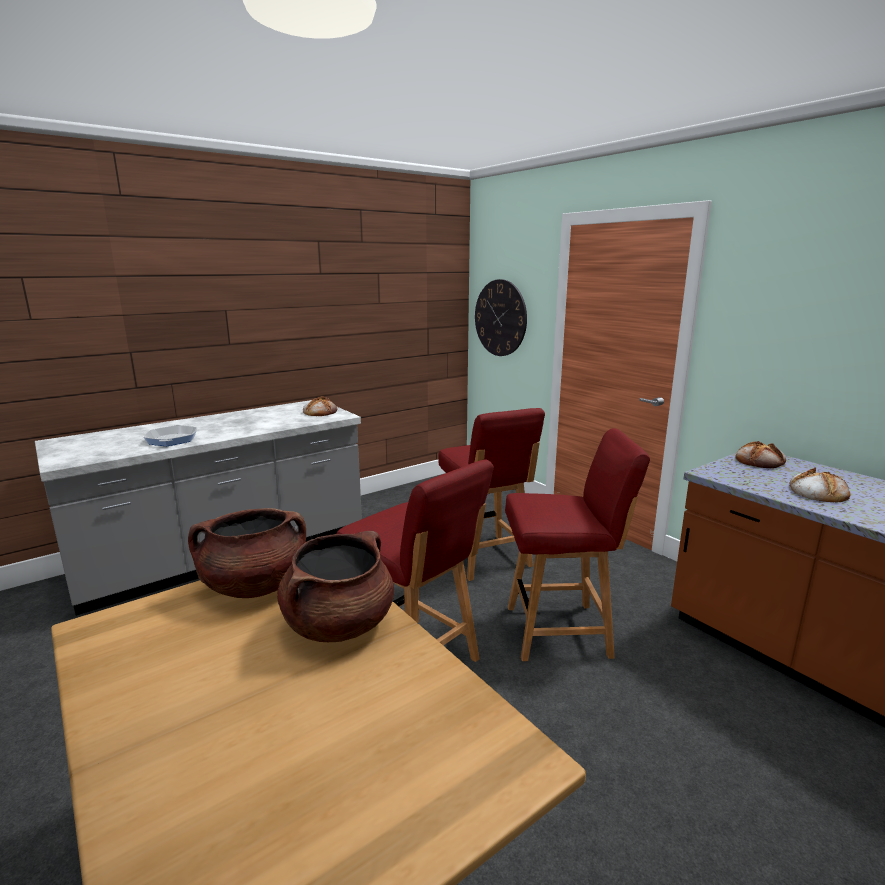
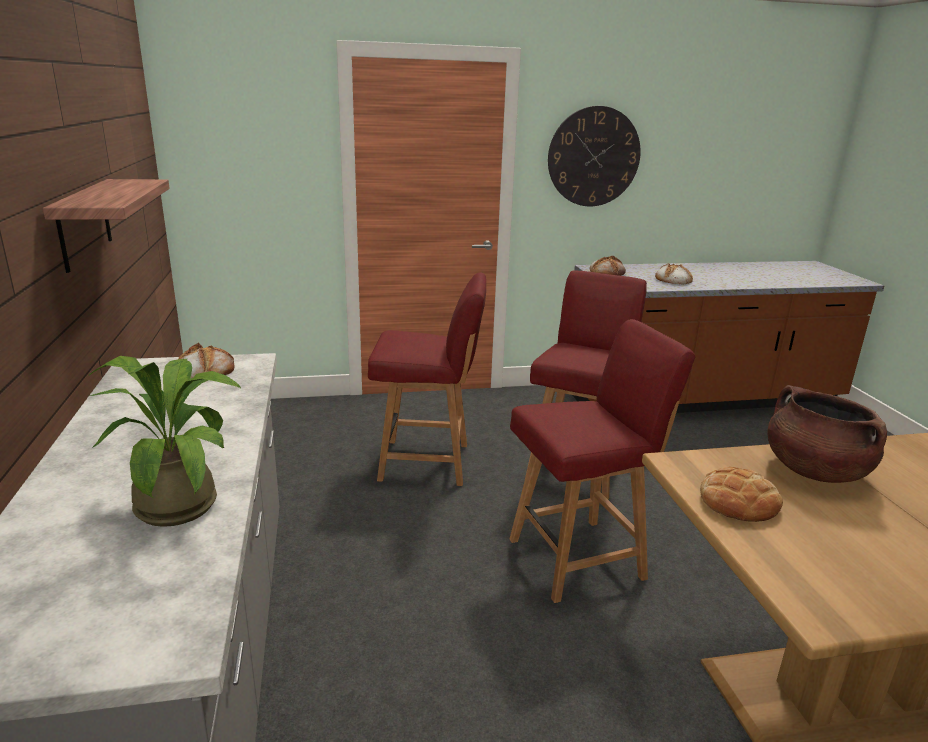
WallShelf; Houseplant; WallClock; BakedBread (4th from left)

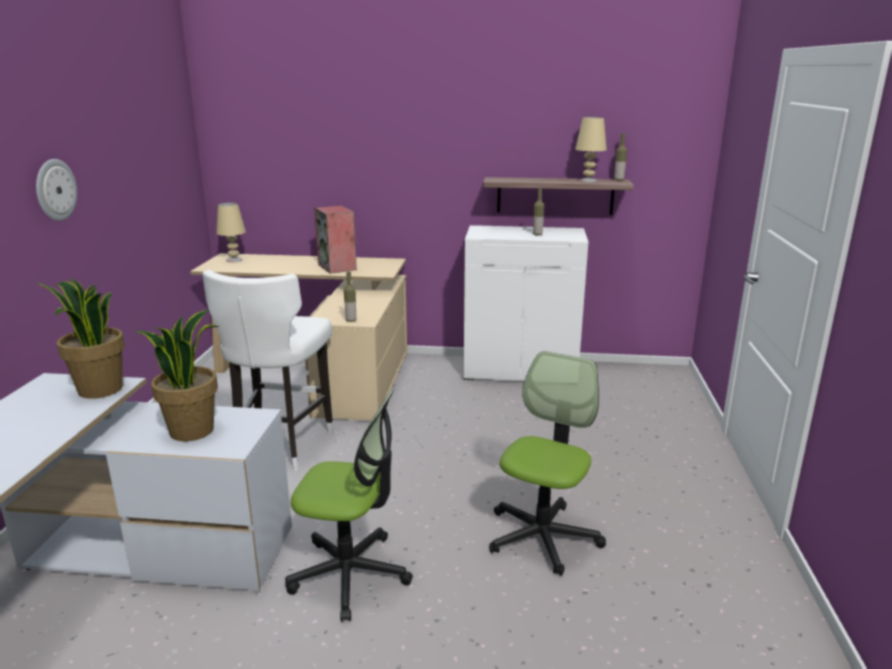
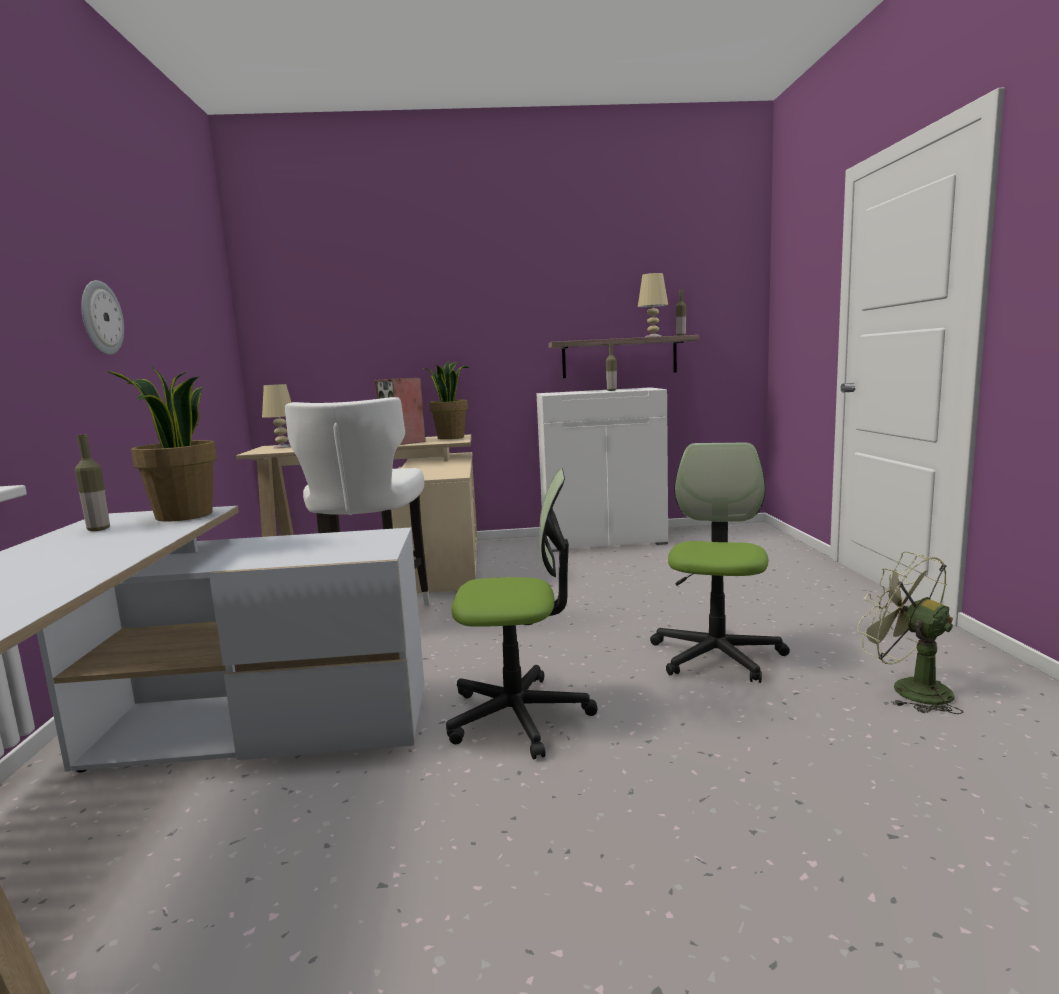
DrinkBottle (1st from left); Houseplant (2nd from left); GreenColouredFan

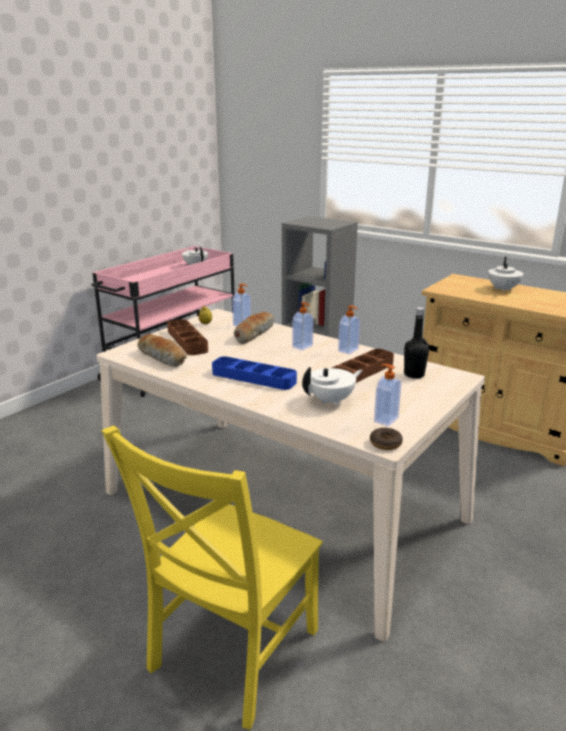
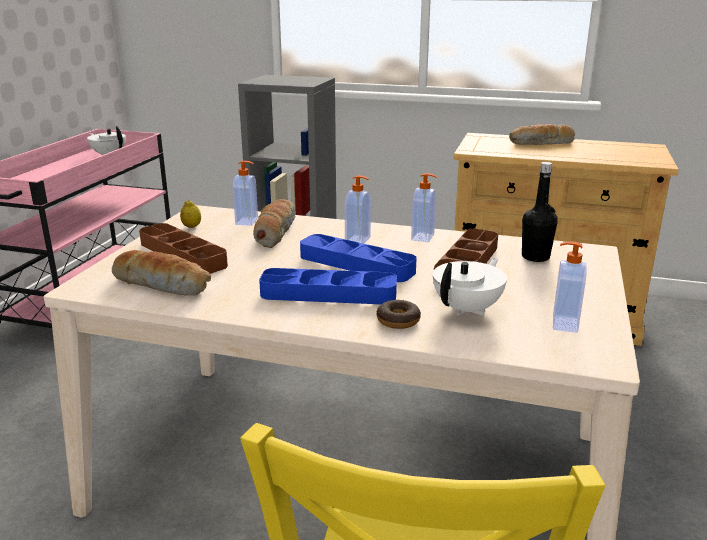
BluishTray (2nd from left); RingDoughnut; BakedBread (3rd from left)

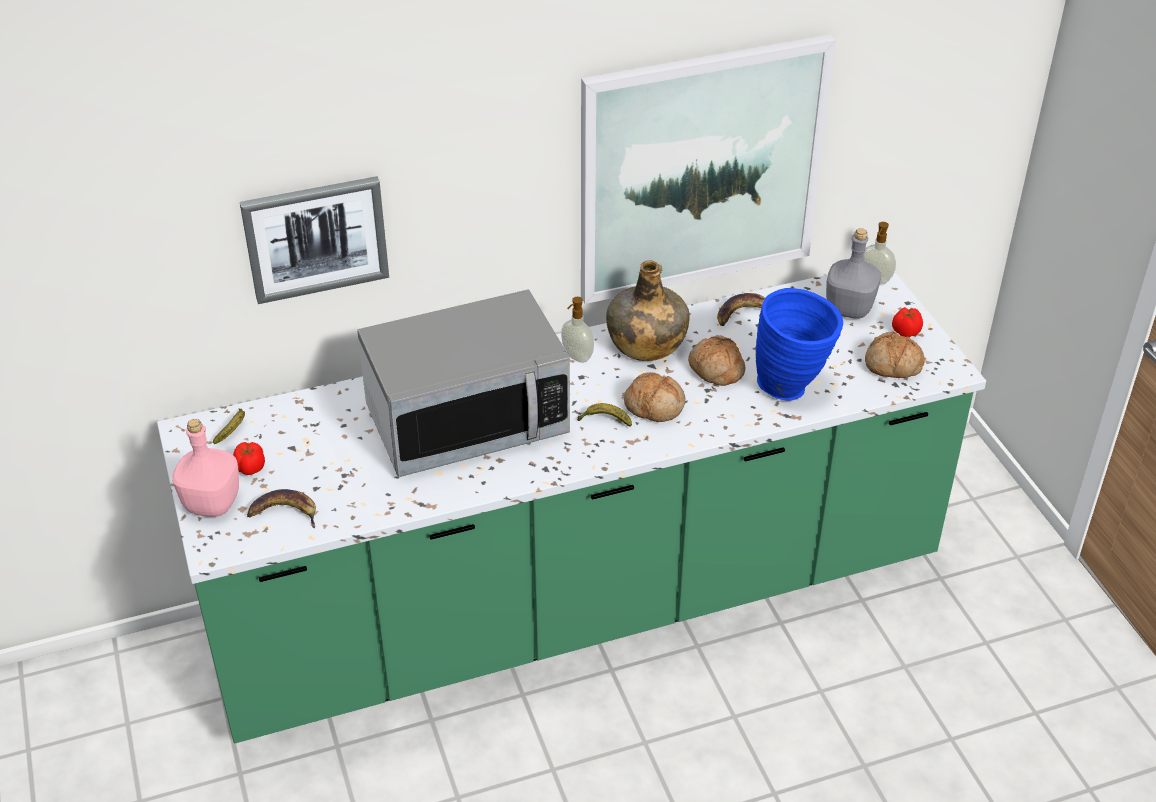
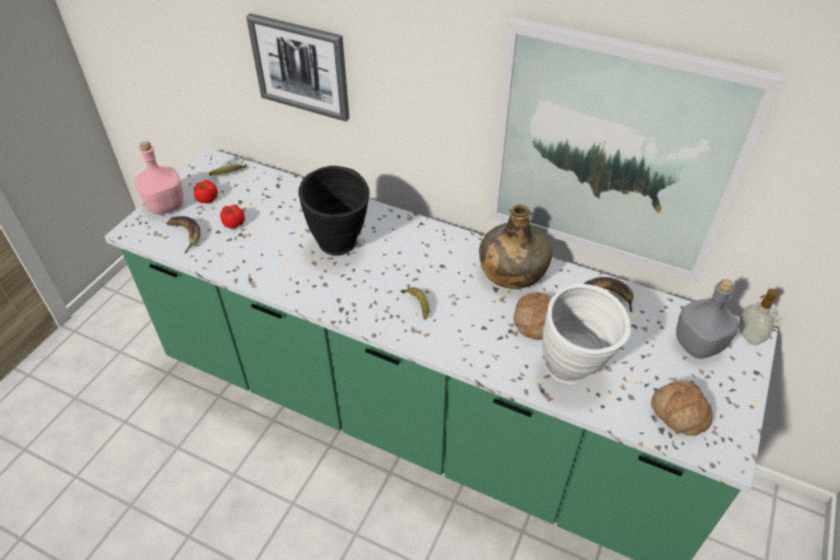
FreshTomato (2nd from left); BlackVase; WhitishVase; LiquidSoapBottle (1st from left in the first image); BakedBread (1st from left in the first image)

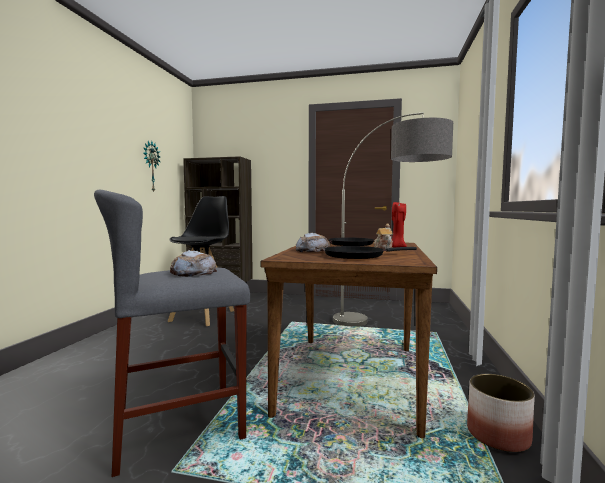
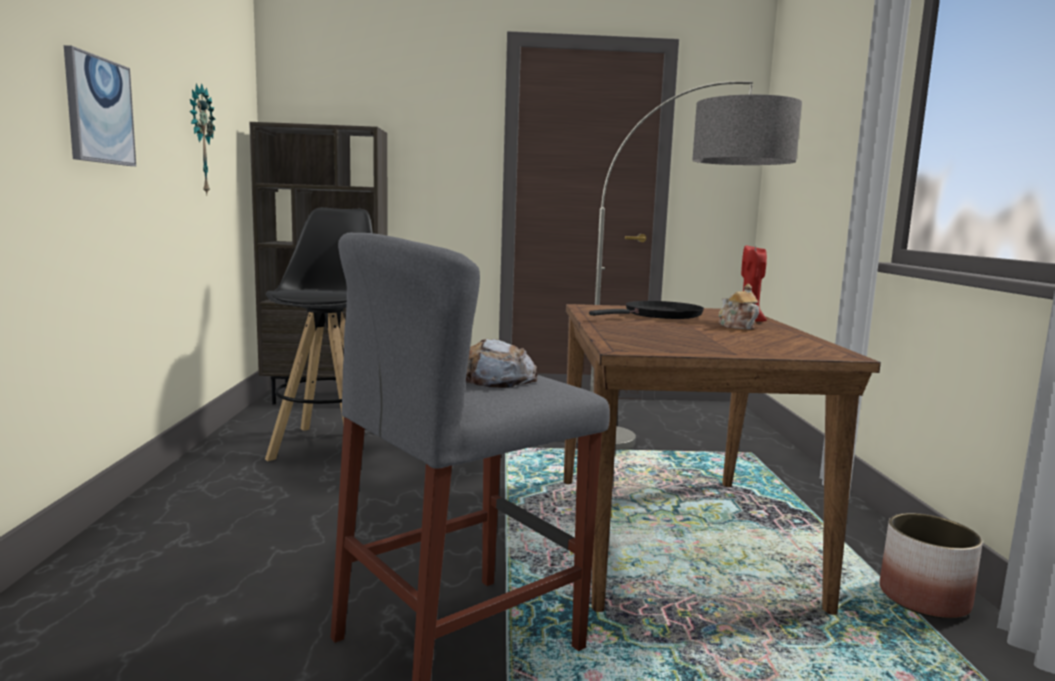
WallPicture; BakedBread (2nd from left in the first image); BlackPan (2nd from left in the first image)

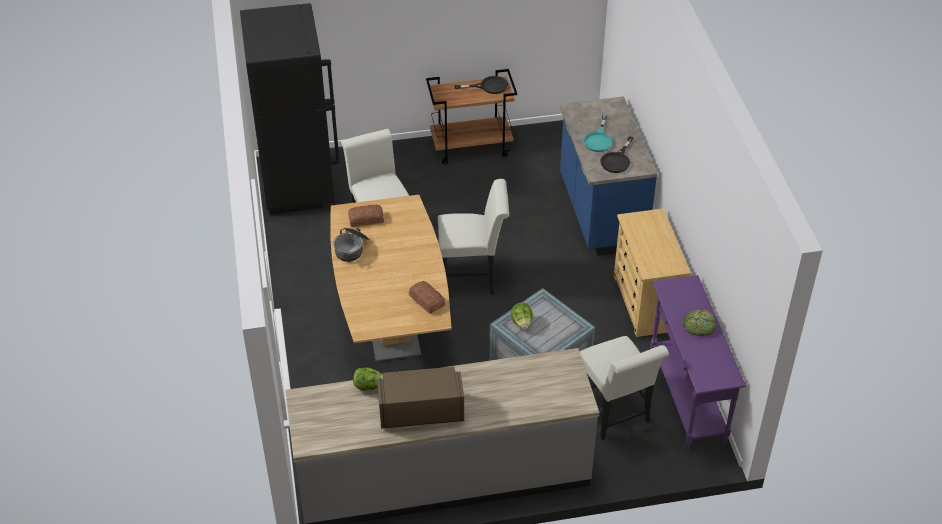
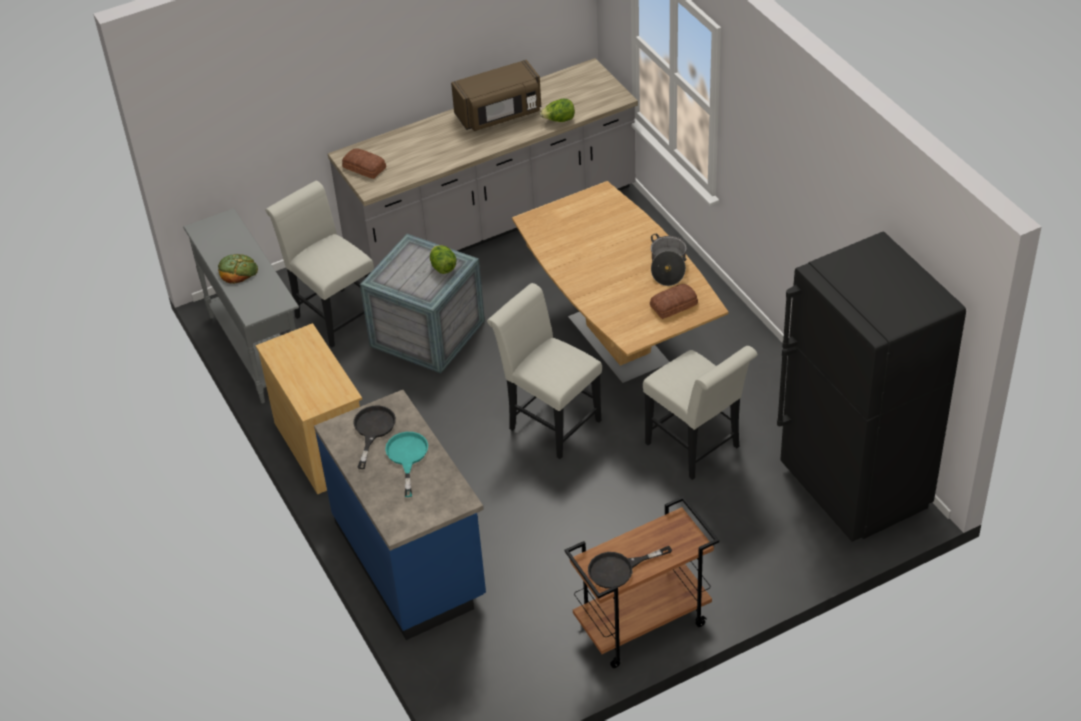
GrayNarrowTable; BakedBread (2nd from left); WhitishUprightChair (2nd from left)

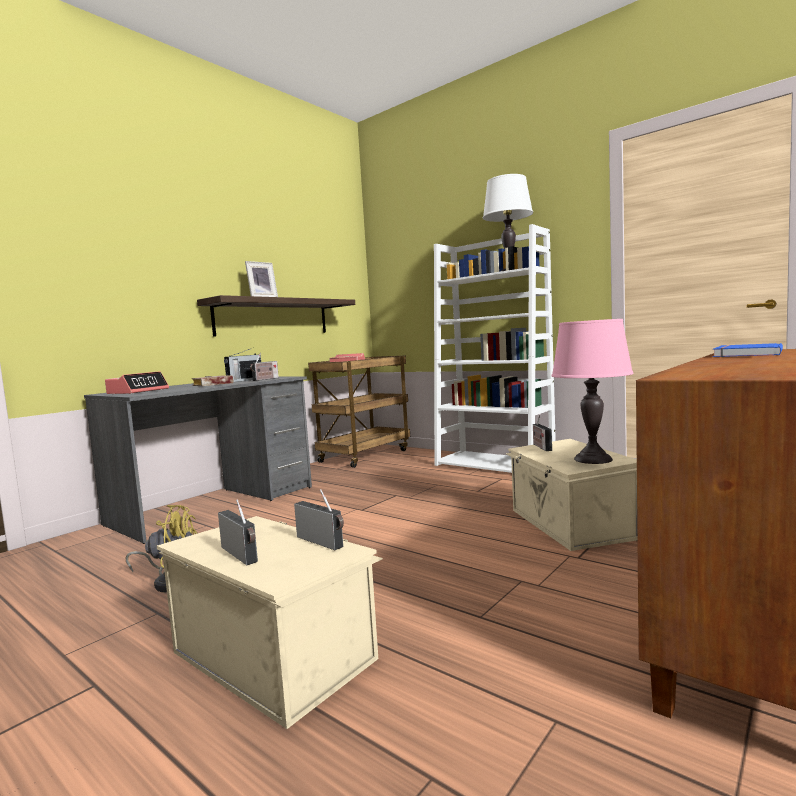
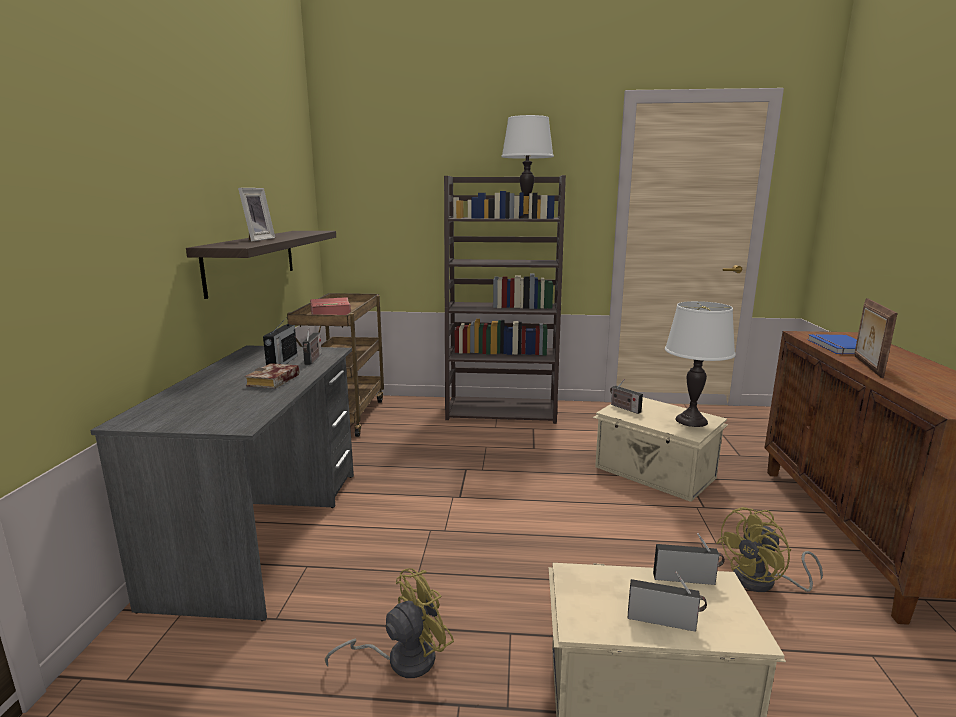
BrownishBookcase; WhitishLampForATable (2nd from left); YellowColouredFan (2nd from left); PhotoFrame (2nd from left); BedsideClock (1st from left in the first image)

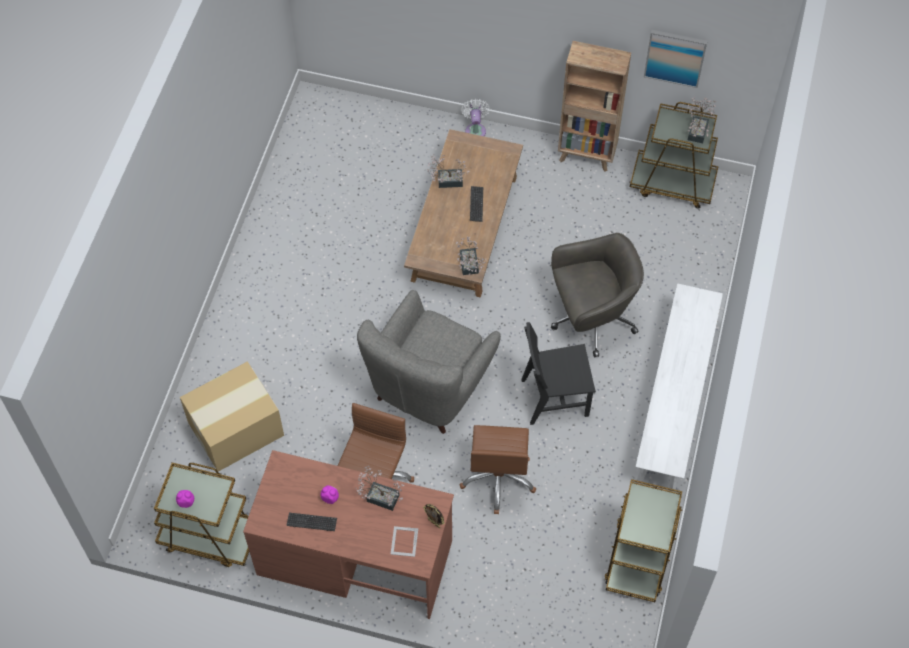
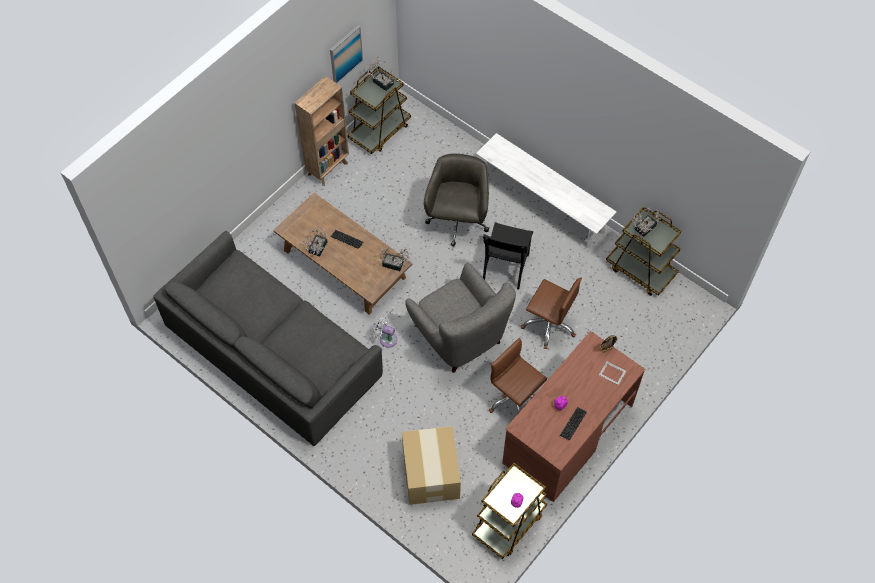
GraySettee; WhitishFan; Houseplant (4th from left)

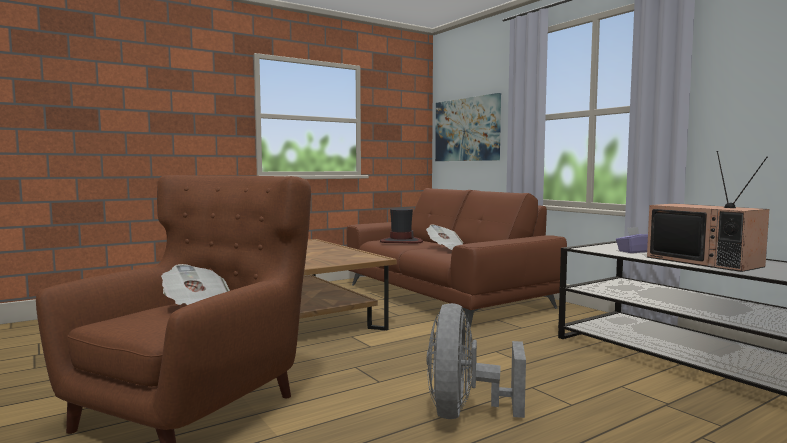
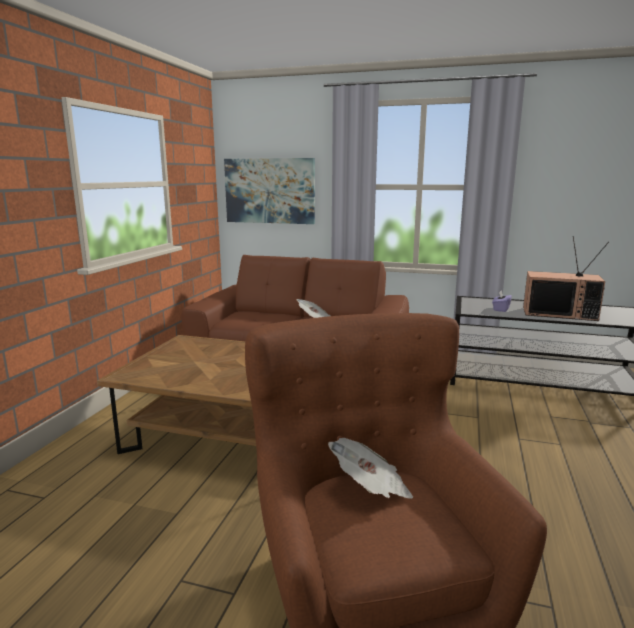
Hat; GrayFan

